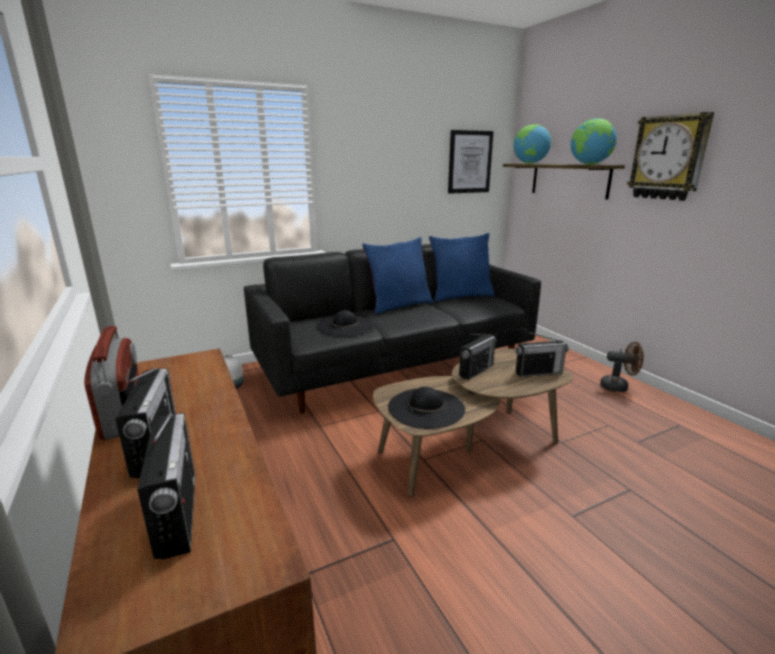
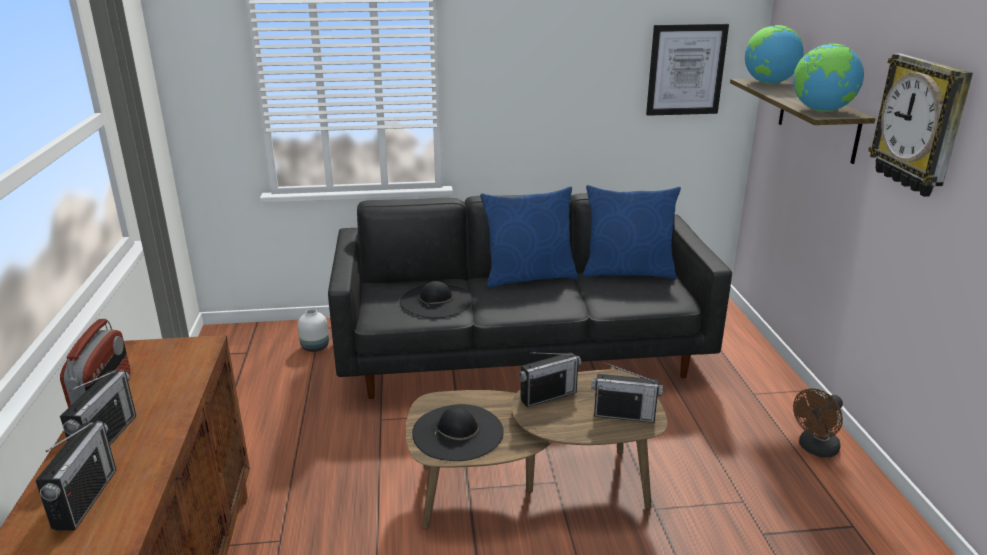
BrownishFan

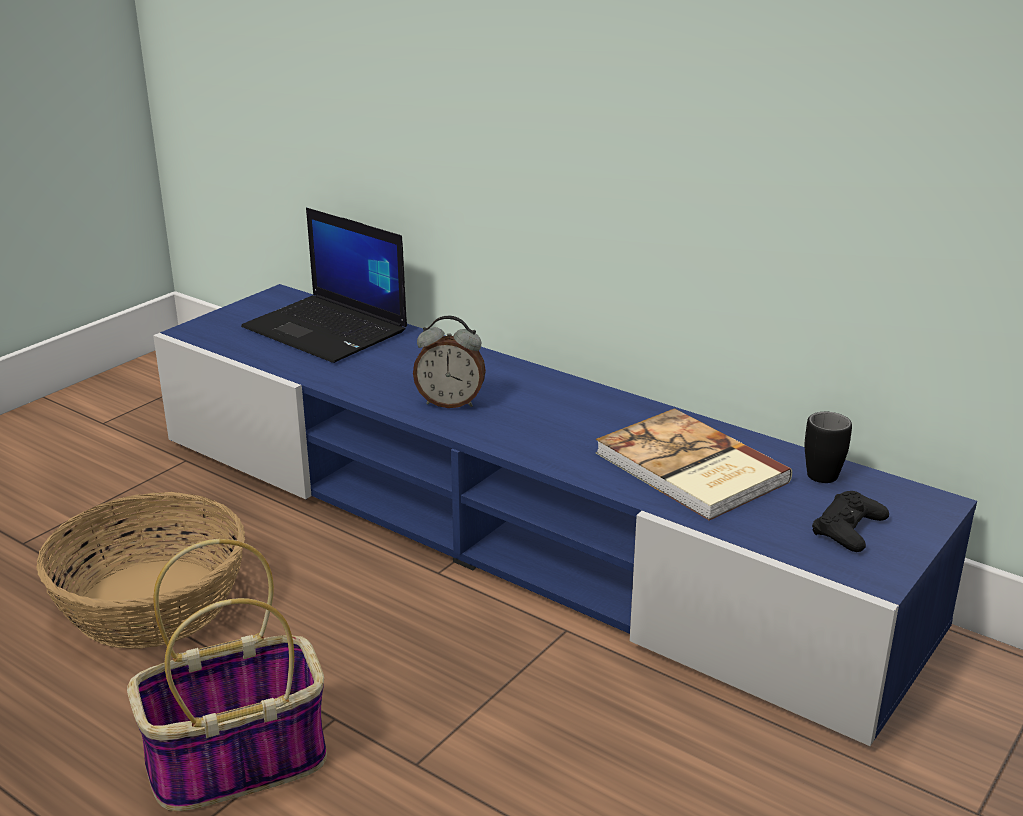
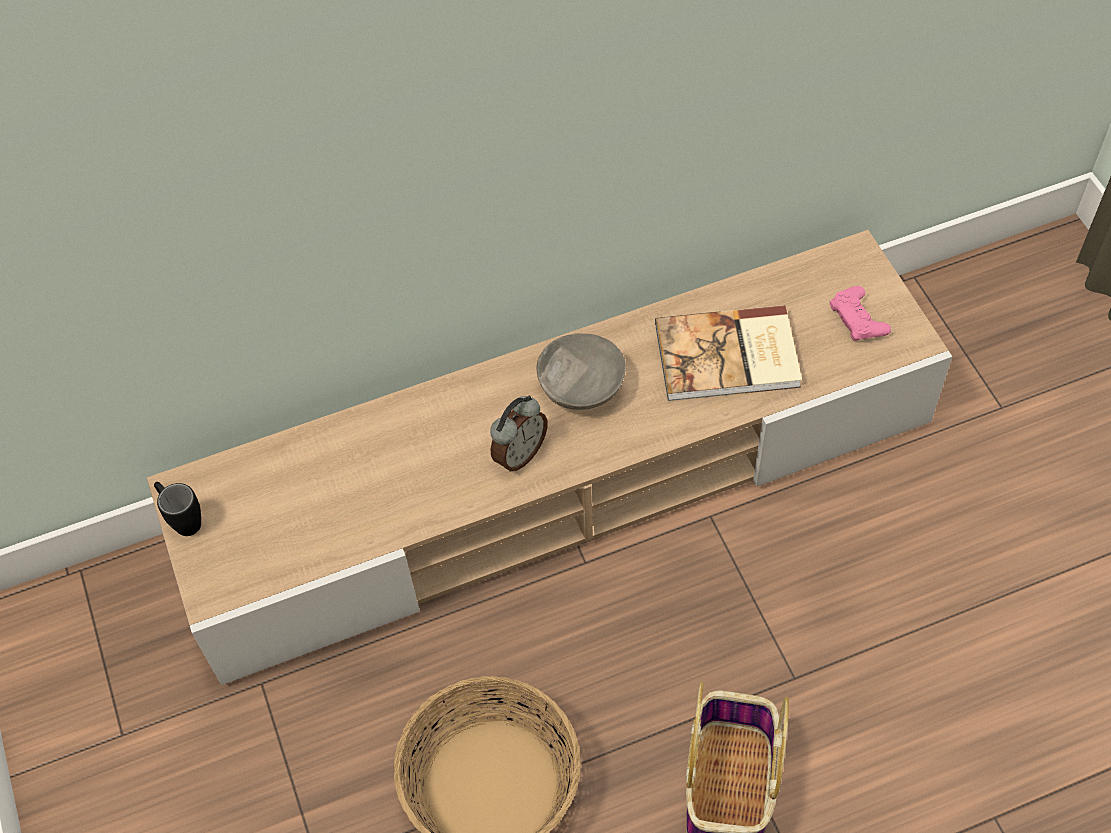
BeigeColouredMediaConsole; BlackTeaMug; GrayDeepDish; PinkColouredGamepad; Laptop

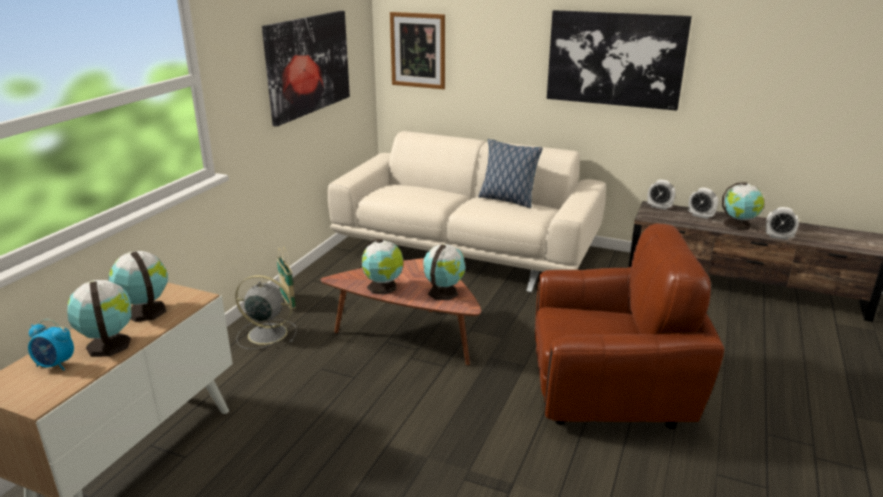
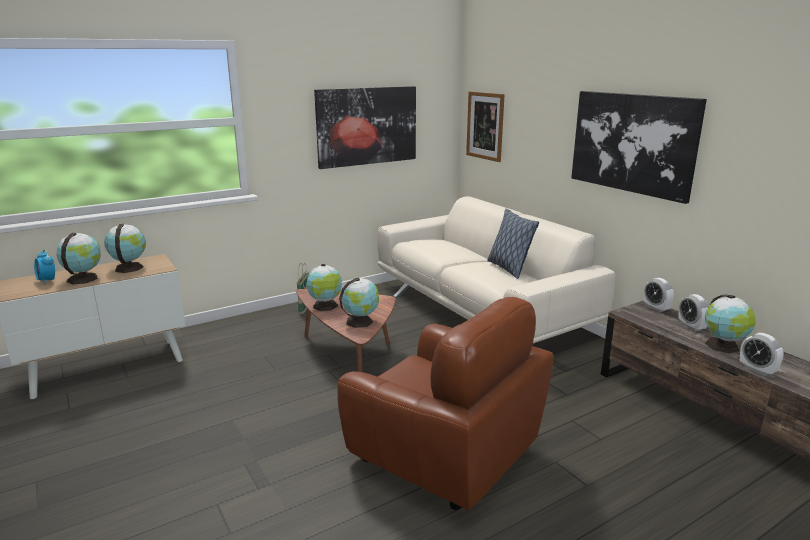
GrayFan

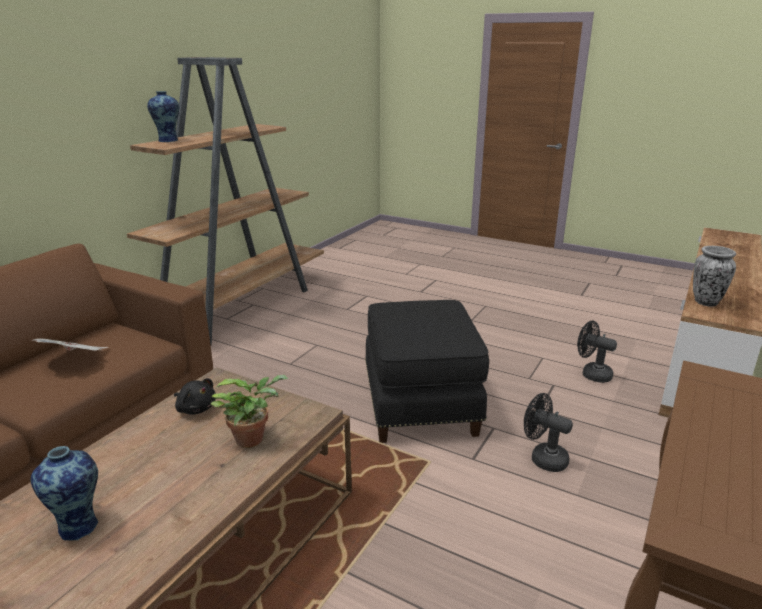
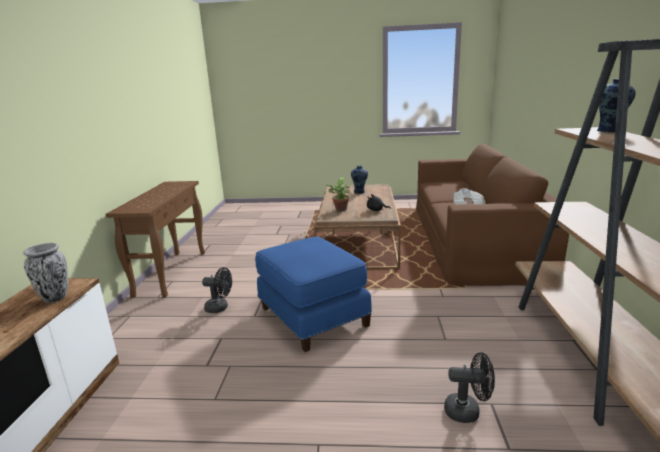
BluishFootrest; BlackFan (2nd from left)

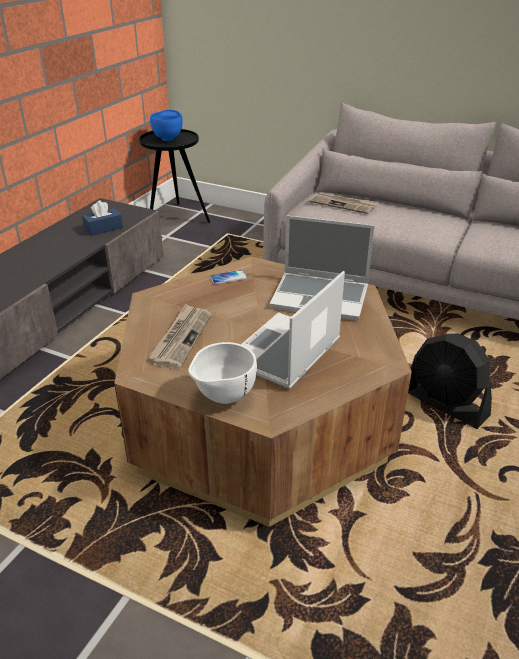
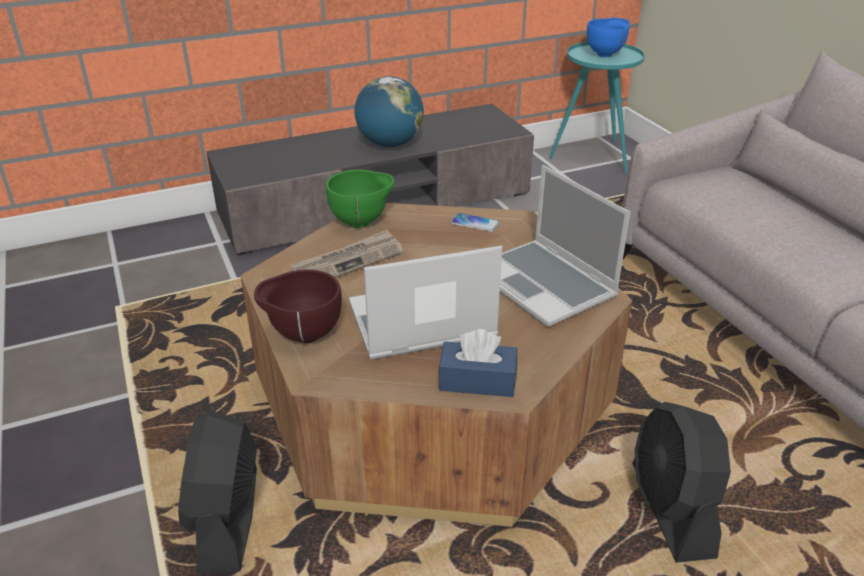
BlackFan (1st from left); BrownishDeepDish; GreenColouredDeepDish; WorldGlobe; BluishBoxOfTissues; TurquoiseAccentTable; Newspaper (2nd from left in the first image)

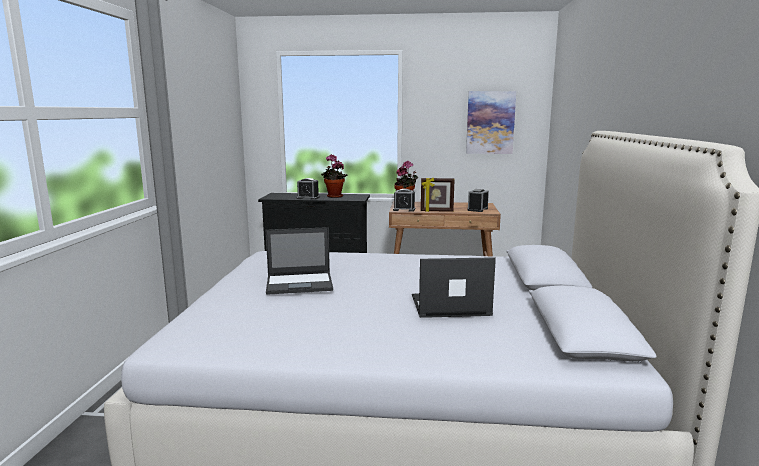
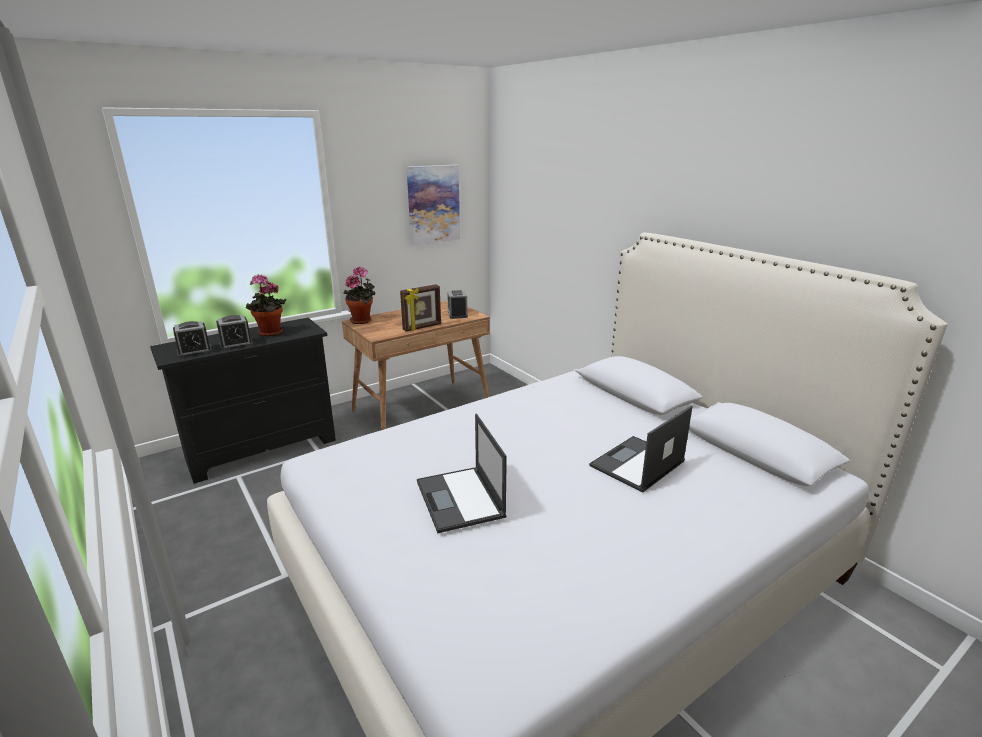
BedsideClock (1st from left); Laptop (1st from left)

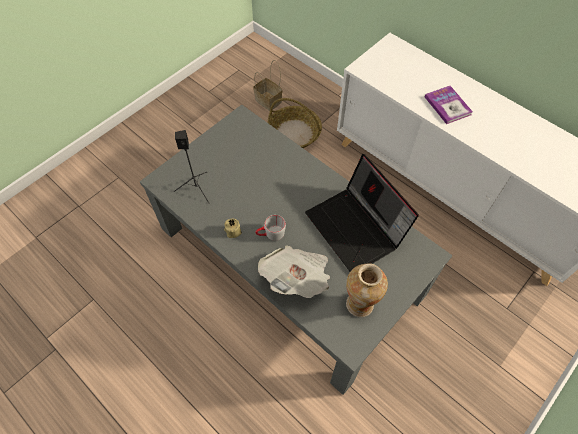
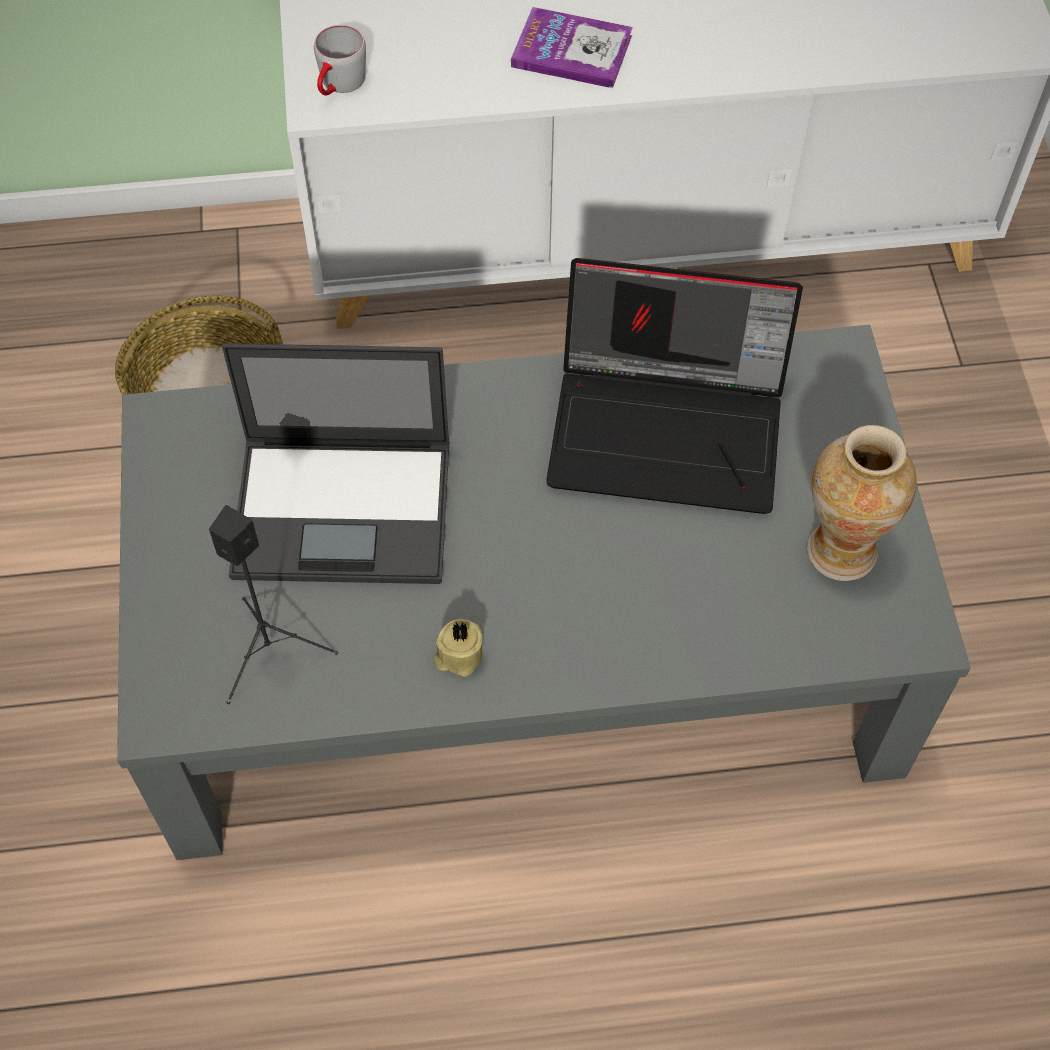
Laptop (1st from left); GrayTeaMug; StorageBasket (1st from left in the first image); Newspaper

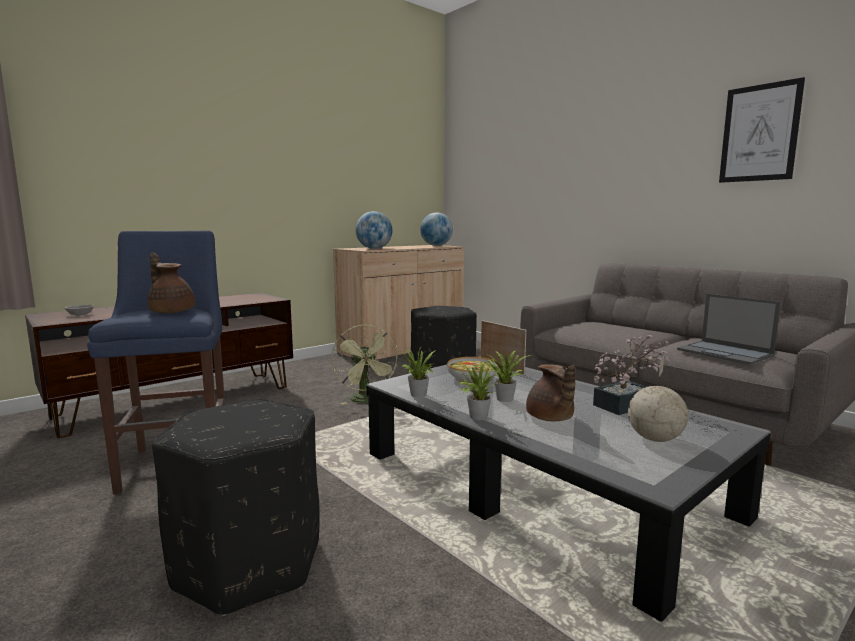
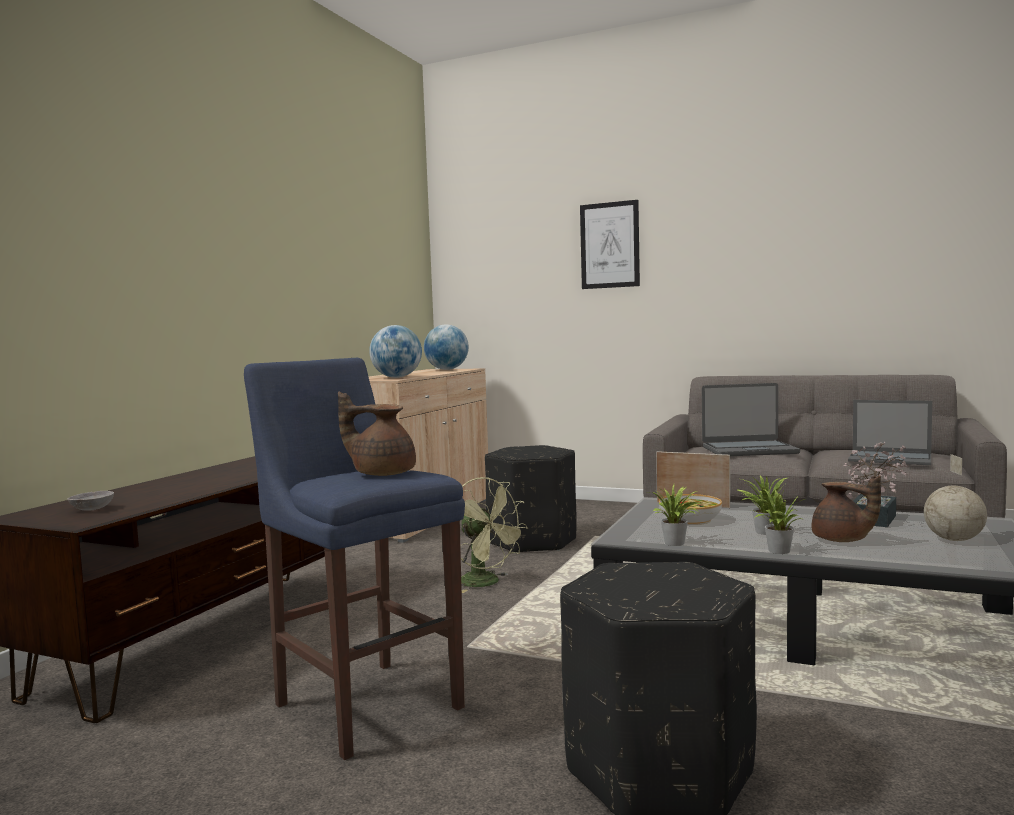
WallPicture; Laptop (1st from left)

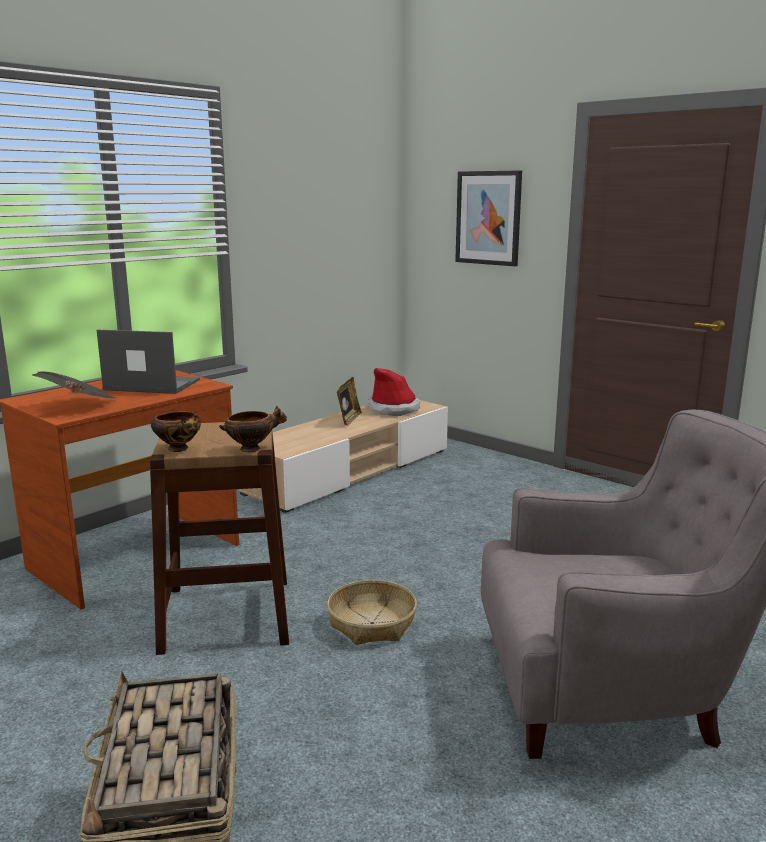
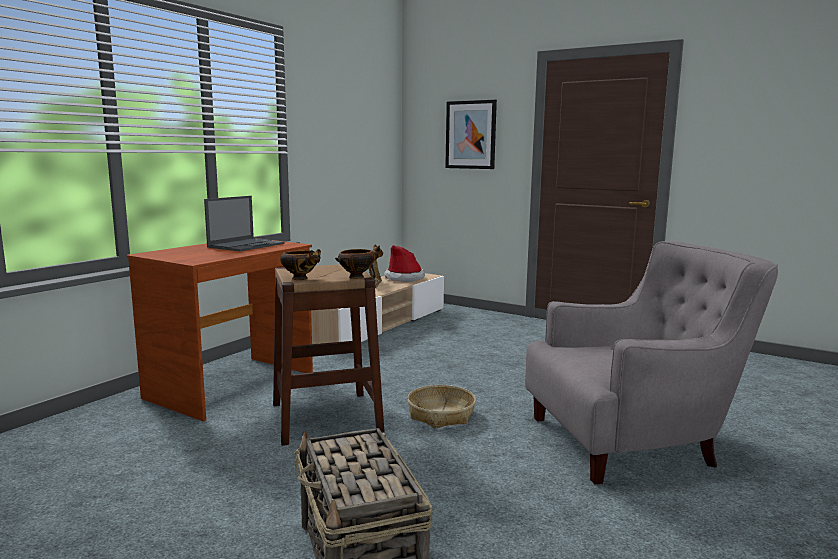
Laptop; Newspaper

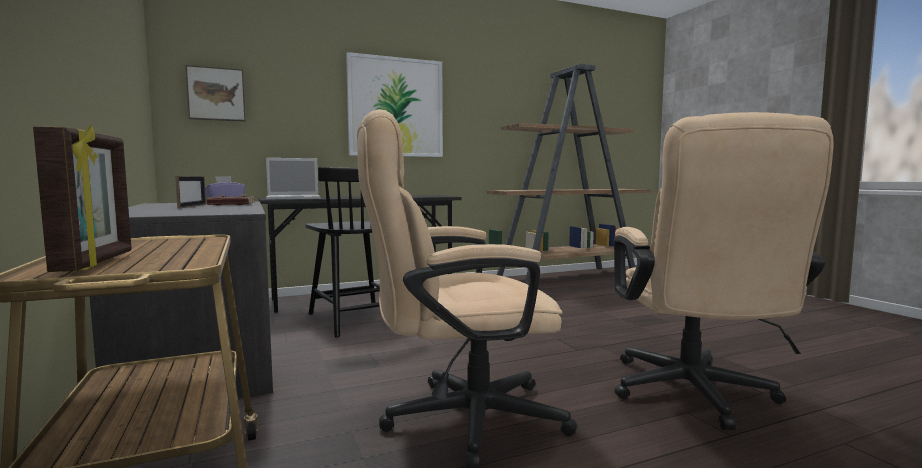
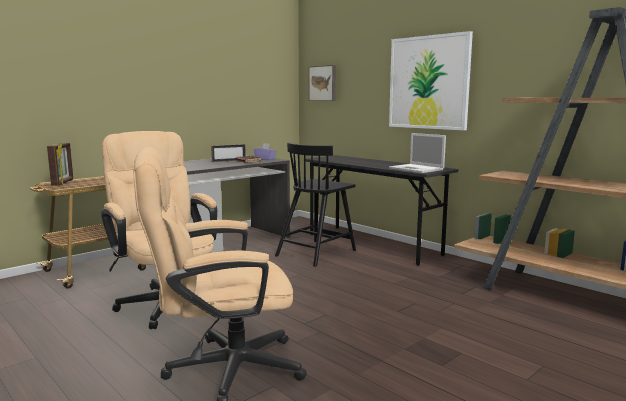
PhotoFrame (1st from left); Laptop

